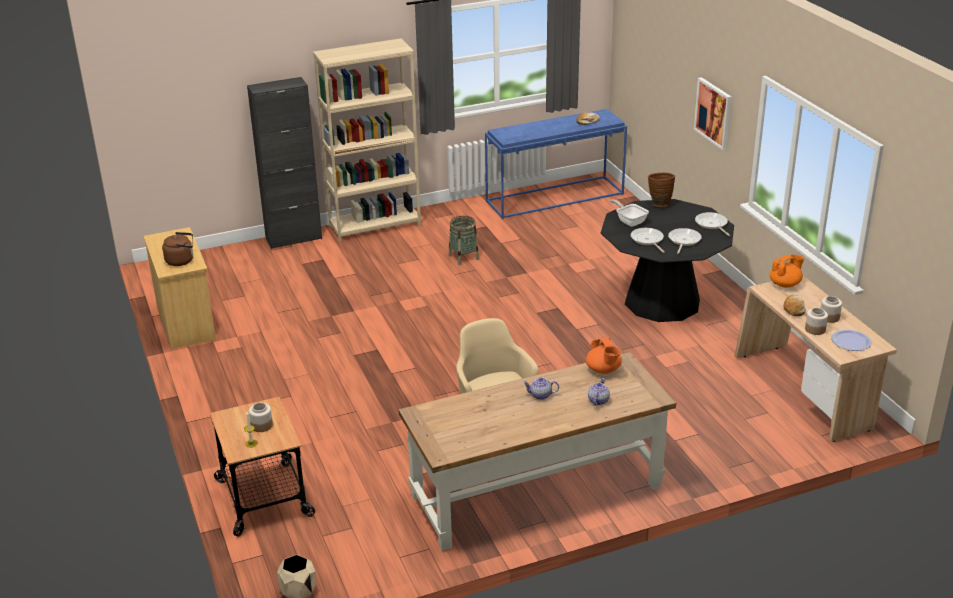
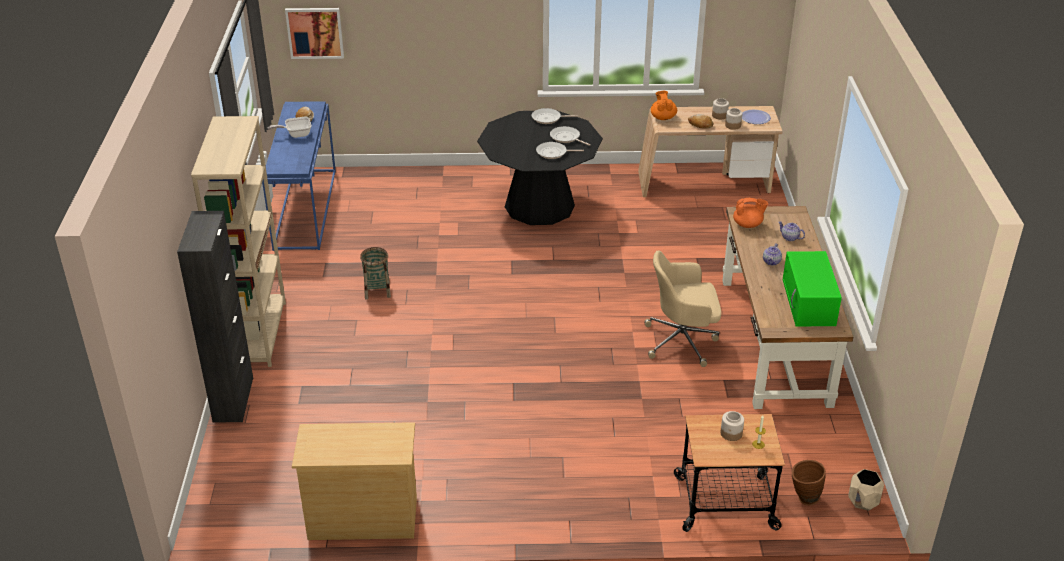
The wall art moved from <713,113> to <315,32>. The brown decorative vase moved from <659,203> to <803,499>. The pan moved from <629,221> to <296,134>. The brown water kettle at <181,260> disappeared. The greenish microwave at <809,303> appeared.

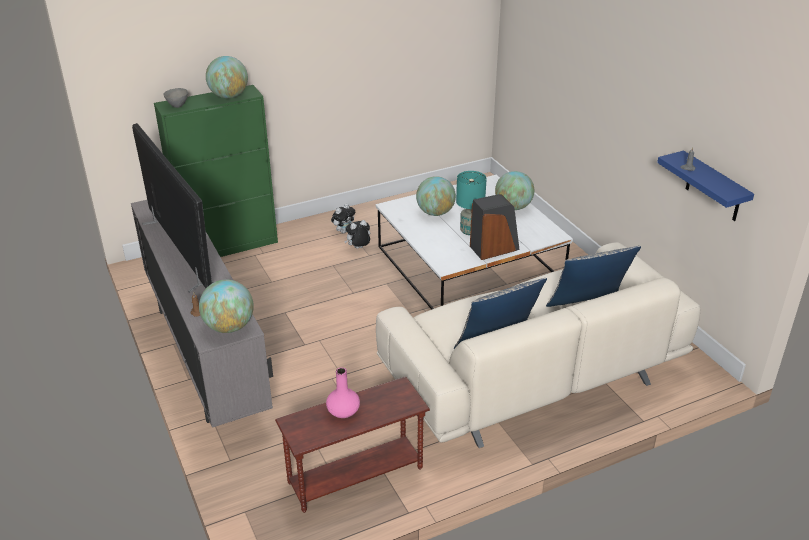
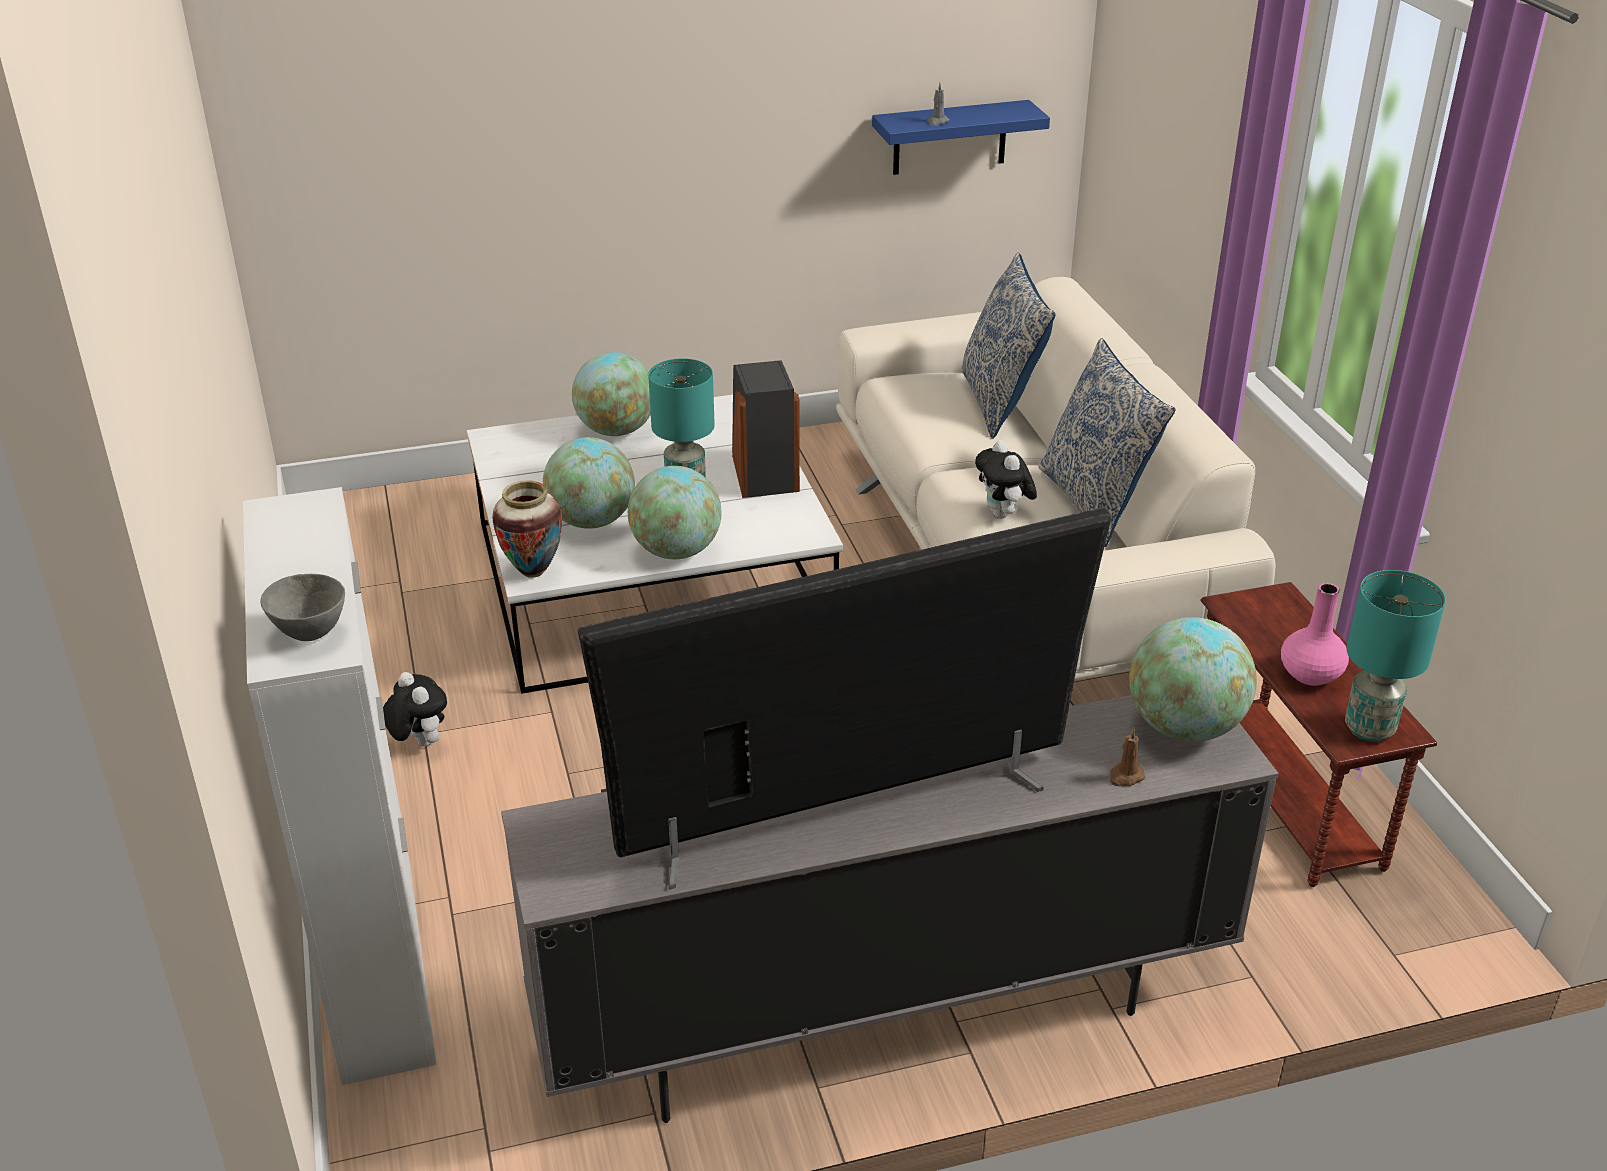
The globe moved from <229,96> to <676,551>. The greenish cupboard at <229,246> became the white-coloured cupboard at <378,966>. The plush toy moved from <358,248> to <1003,515>. The decorative vase at <533,572> appeared. The turquoise table lamp at <1368,728> appeared.

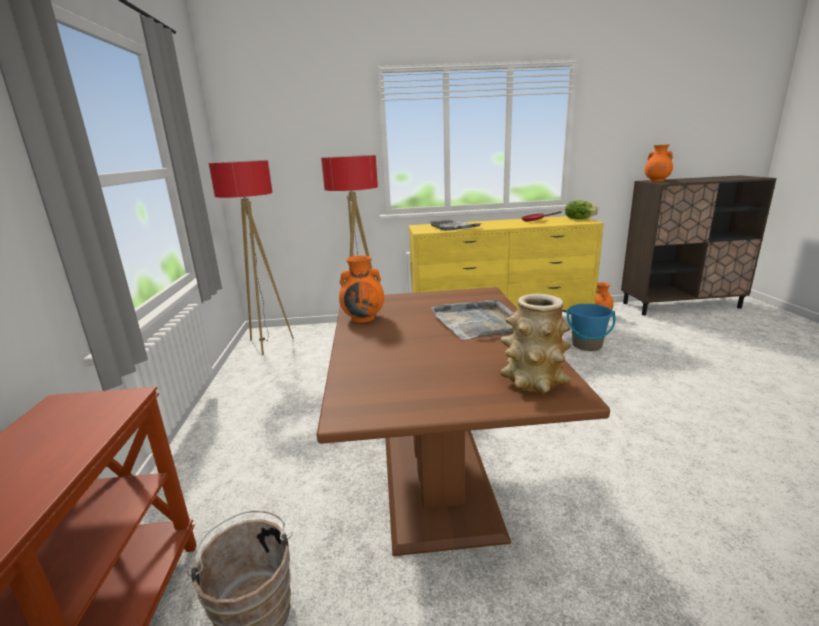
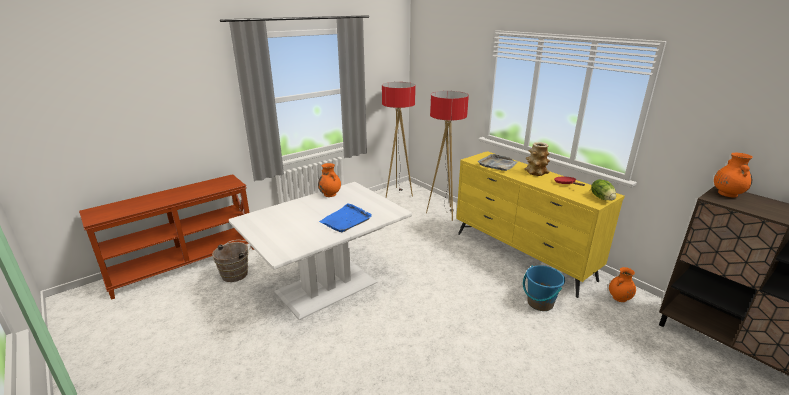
The brown dinner table at <439,479> became the white-coloured dinner table at <327,287>. The decorative vase moved from <533,381> to <535,173>. The grey carrying tray at <477,322> became the bluish carrying tray at <346,220>.

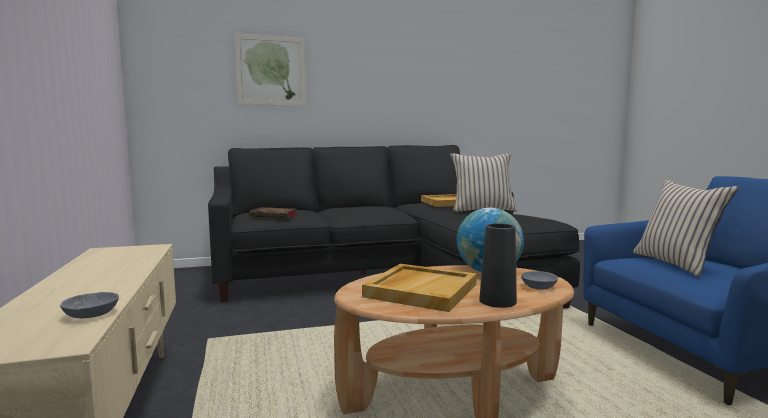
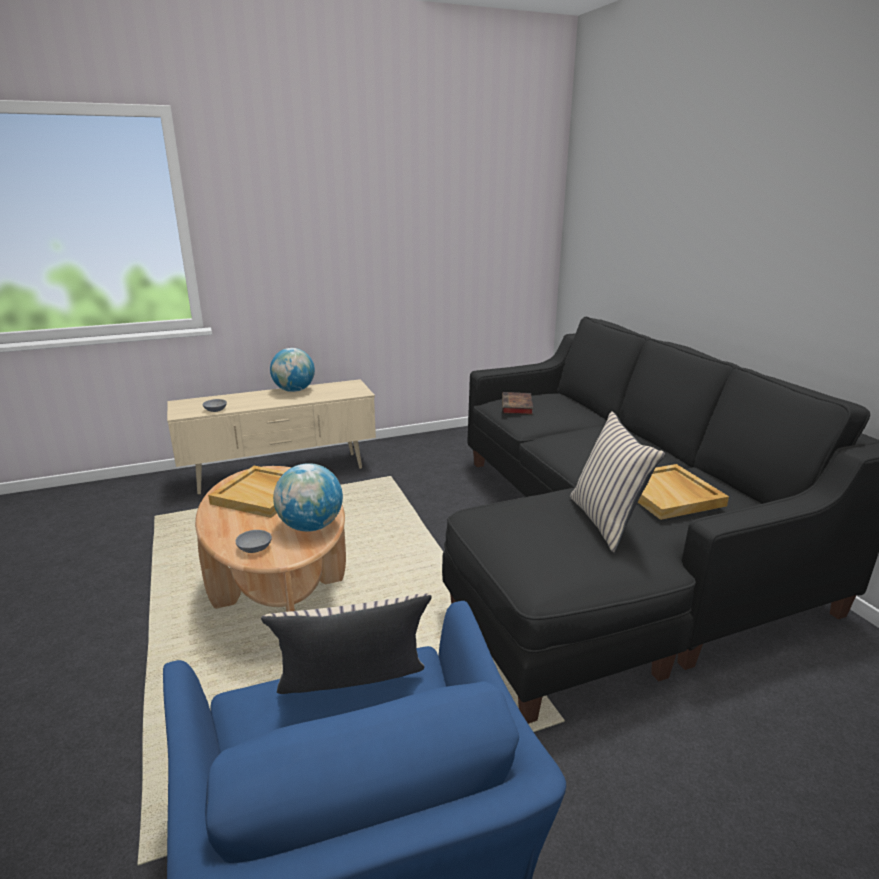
The wall art at <271,70> disappeared. The black-coloured decorative vase at <497,301> disappeared. The globe at <294,390> appeared.

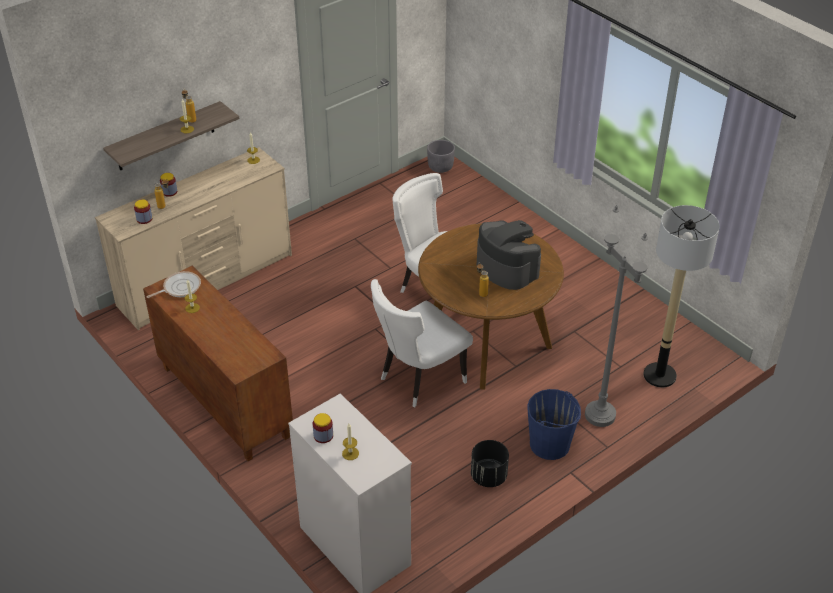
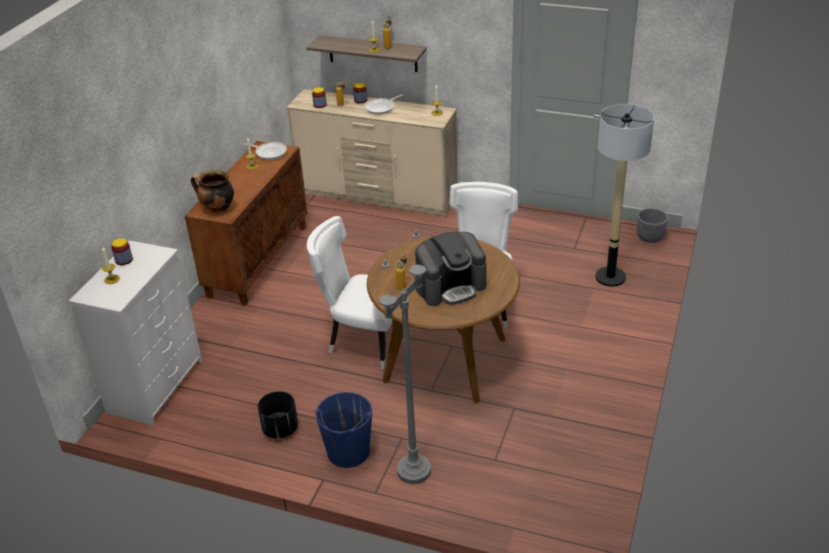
The standing lamp moved from <660,375> to <610,277>. The coffee maker at <506,268> turned 45 degrees clockwise. The pan at <381,108> appeared. The stockpot at <217,209> appeared.

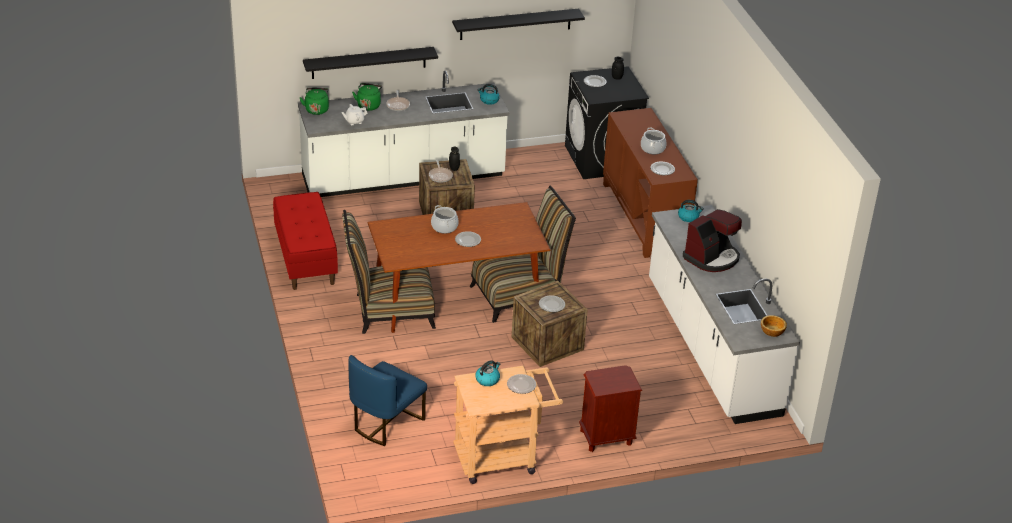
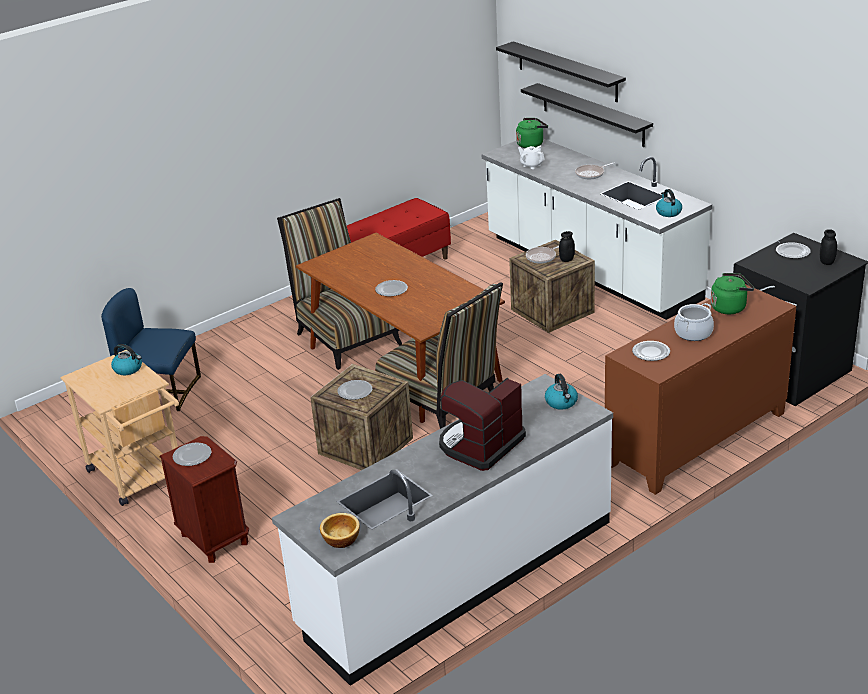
The black-coloured shelf moved from <515,24> to <567,71>. The greenish water kettle moved from <369,105> to <730,307>. The stockpot at <444,227> disappeared. The coffee maker at <712,258> turned 105 degrees clockwise. The flat dish moved from <521,385> to <192,455>.

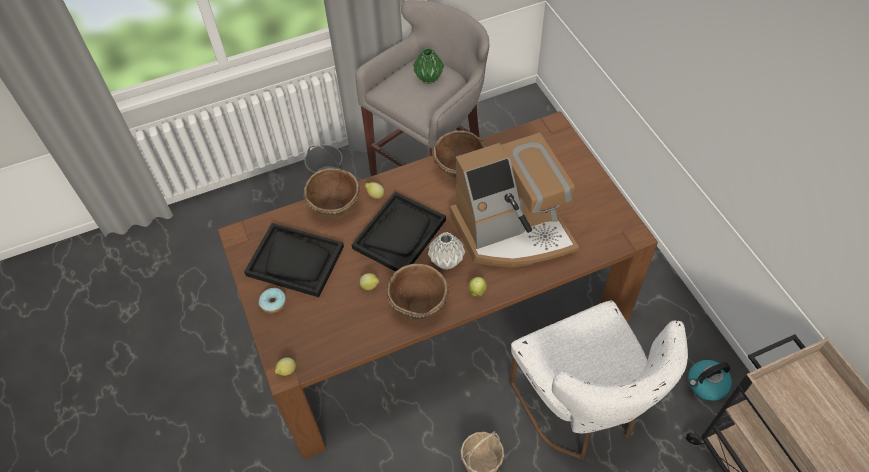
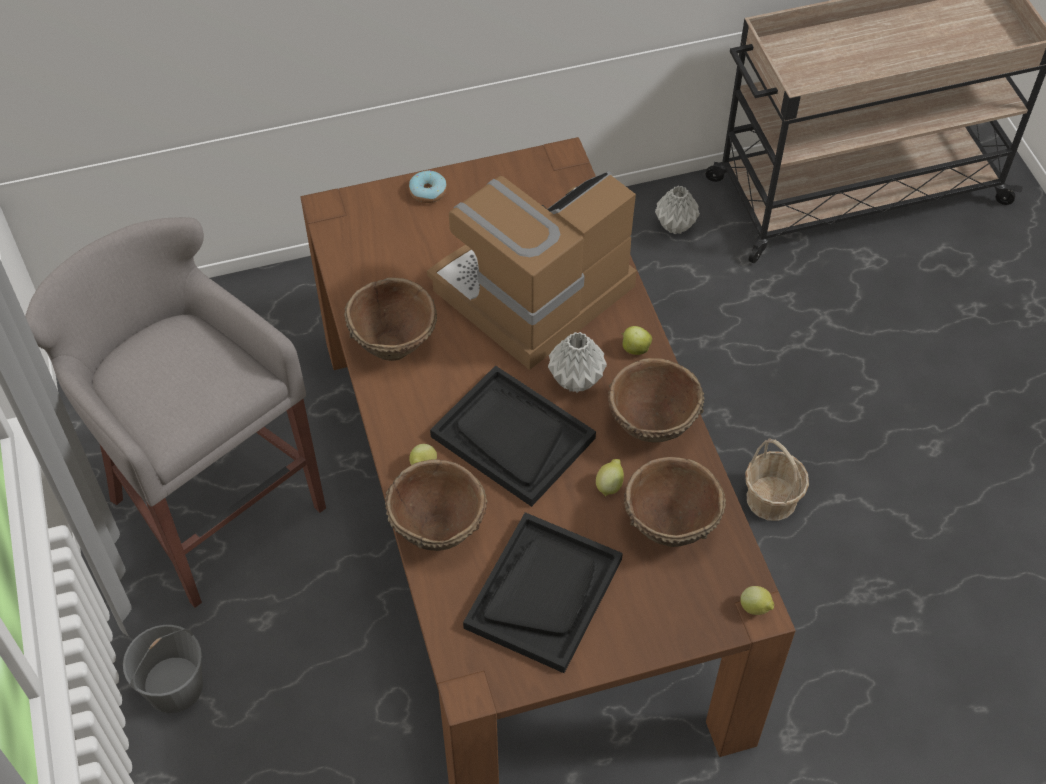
The greenish decorative vase at <429,78> disappeared. The coffee maker at <512,231> turned 120 degrees counterclockwise. The donut moved from <273,303> to <428,192>. The white-coloured upright chair at <582,409> disappeared. The water kettle at <706,384> was replaced by the grey decorative vase at <676,225>. The brown serving bowl at <669,524> appeared.

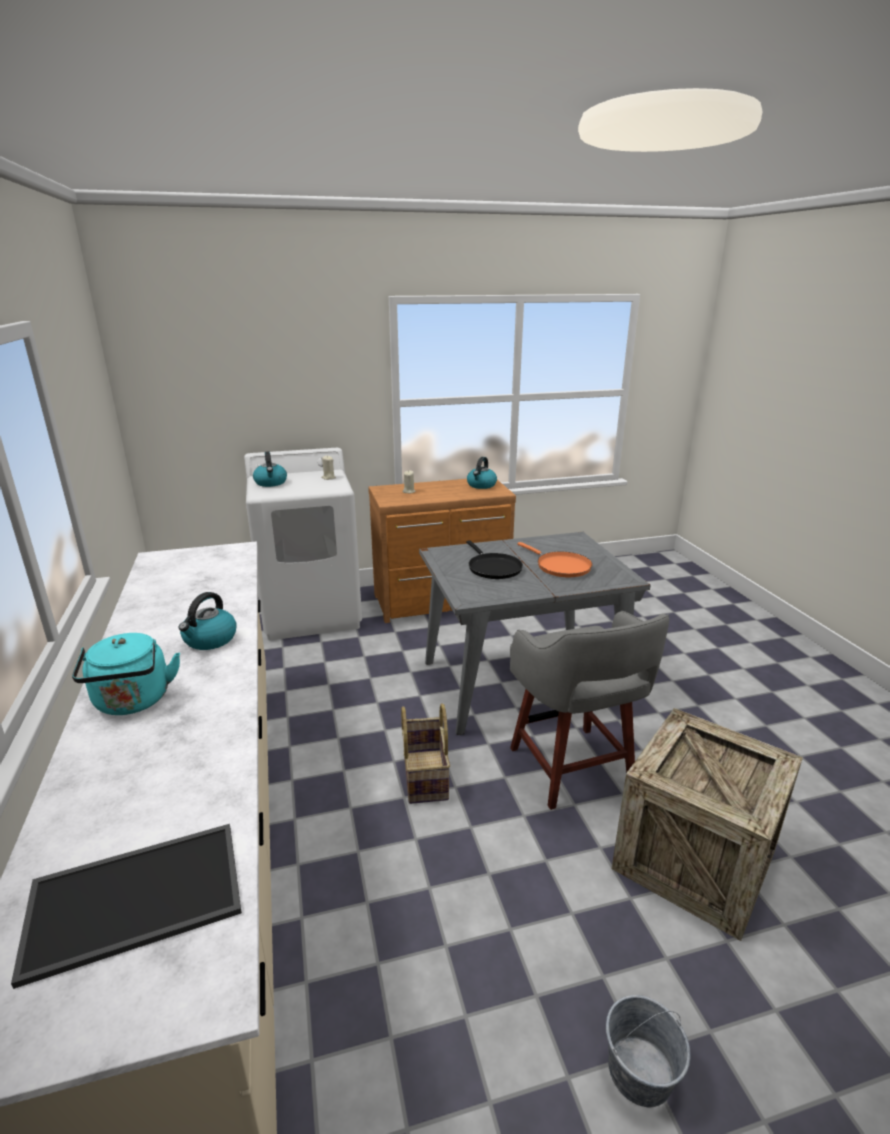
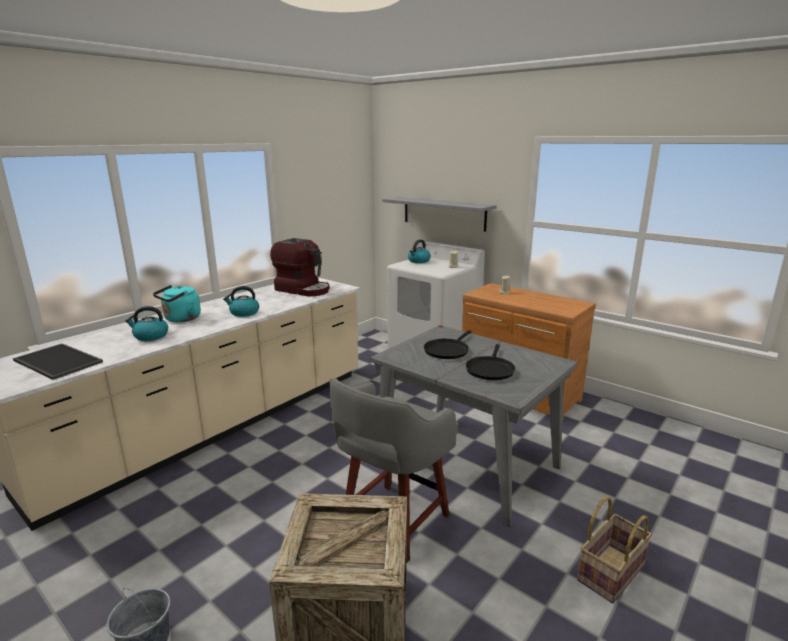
The water kettle moved from <481,485> to <150,336>. The orange pan at <560,566> became the black-coloured pan at <490,369>. The storage basket moved from <424,775> to <610,572>. The grey shelf at <443,213> appeared. The coffee maker at <303,289> appeared.

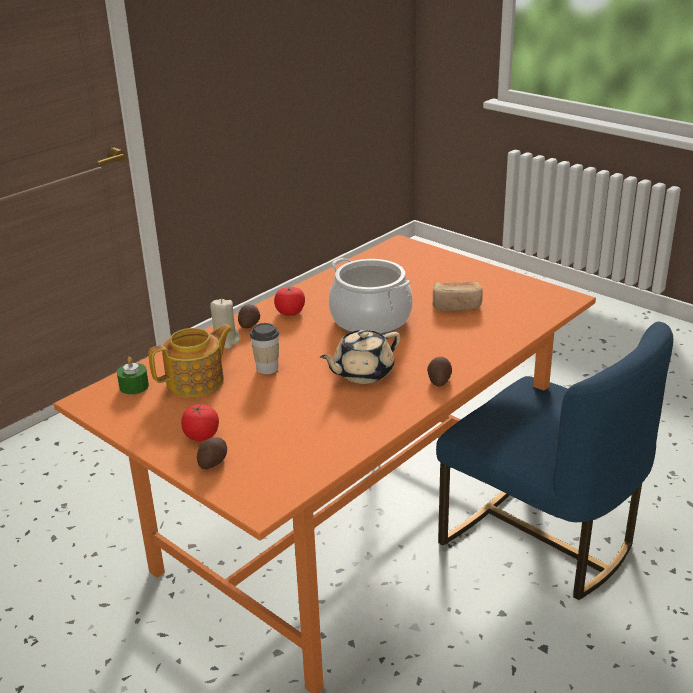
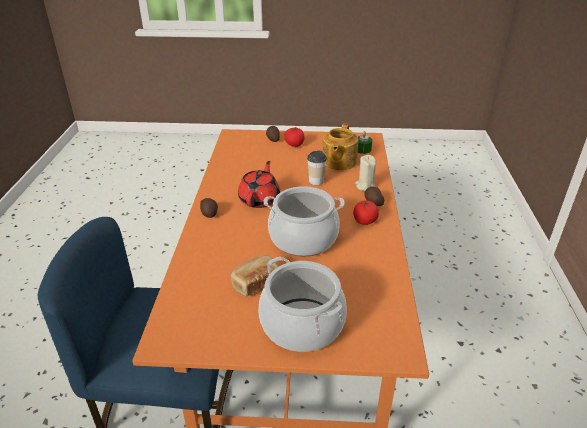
The sand-coloured pot for tea at <362,373> became the red-coloured pot for tea at <260,199>. The stockpot at <302,325> appeared.

